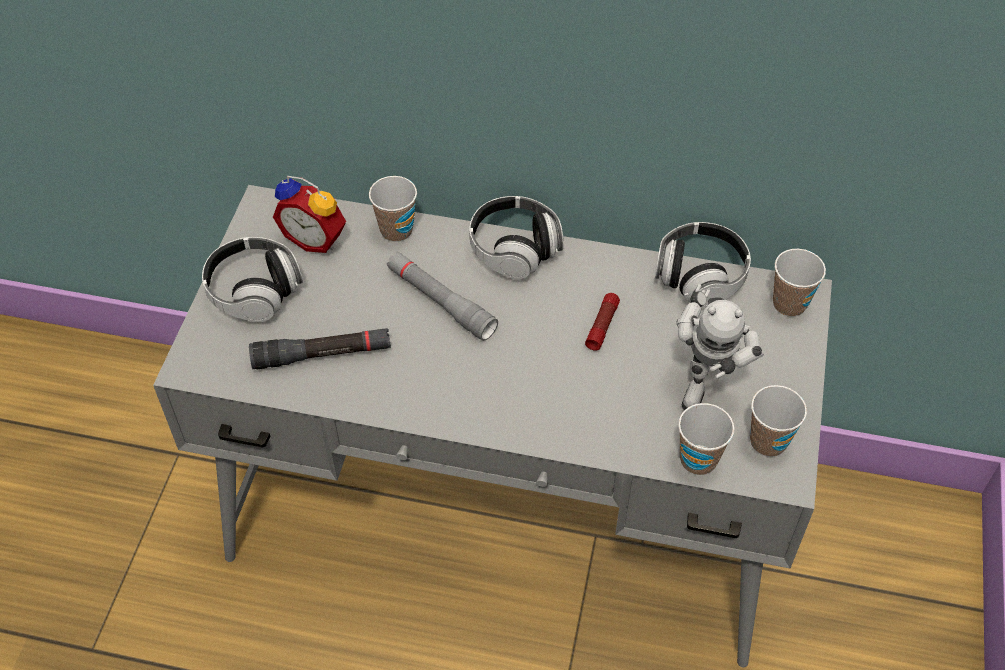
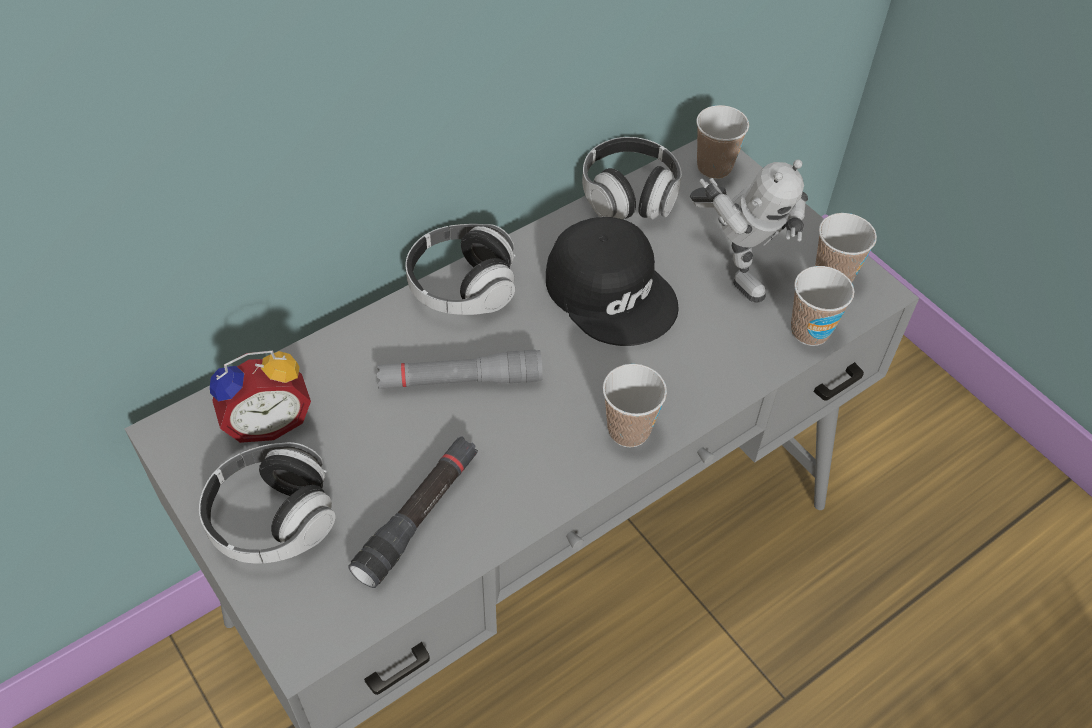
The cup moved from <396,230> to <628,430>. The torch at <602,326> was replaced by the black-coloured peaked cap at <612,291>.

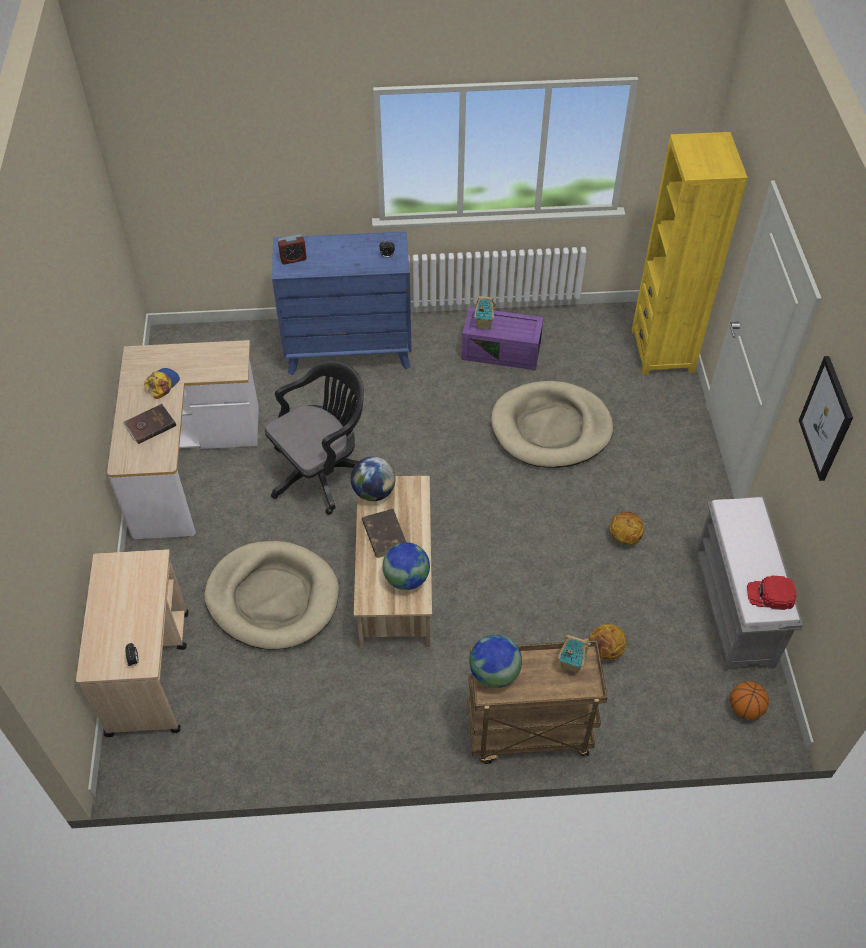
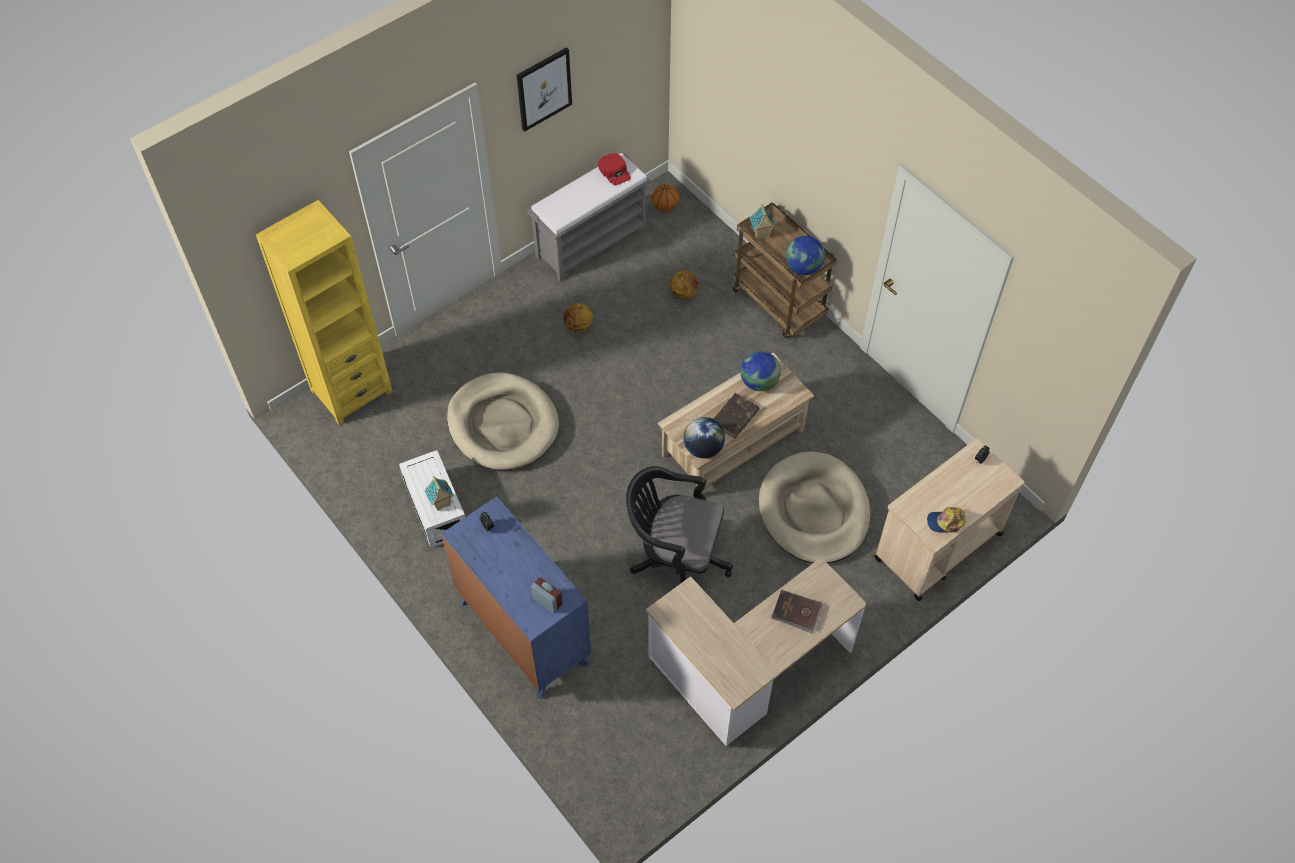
The purple-coloured storage container at <502,350> became the white-coloured storage container at <434,508>. The peaked cap moved from <162,384> to <945,522>.

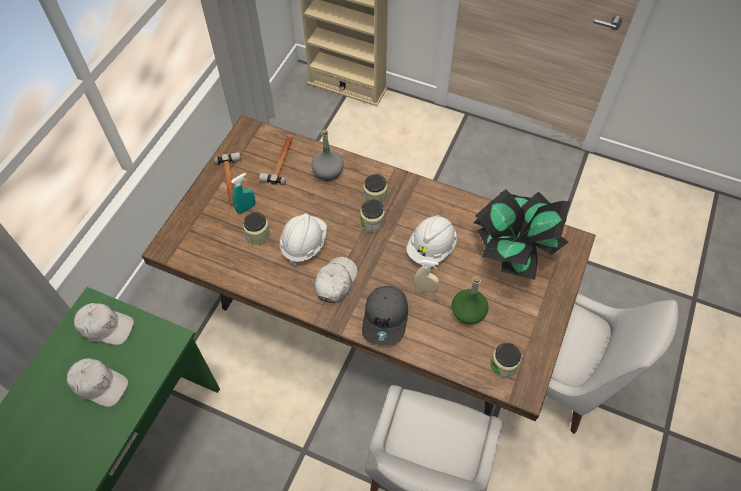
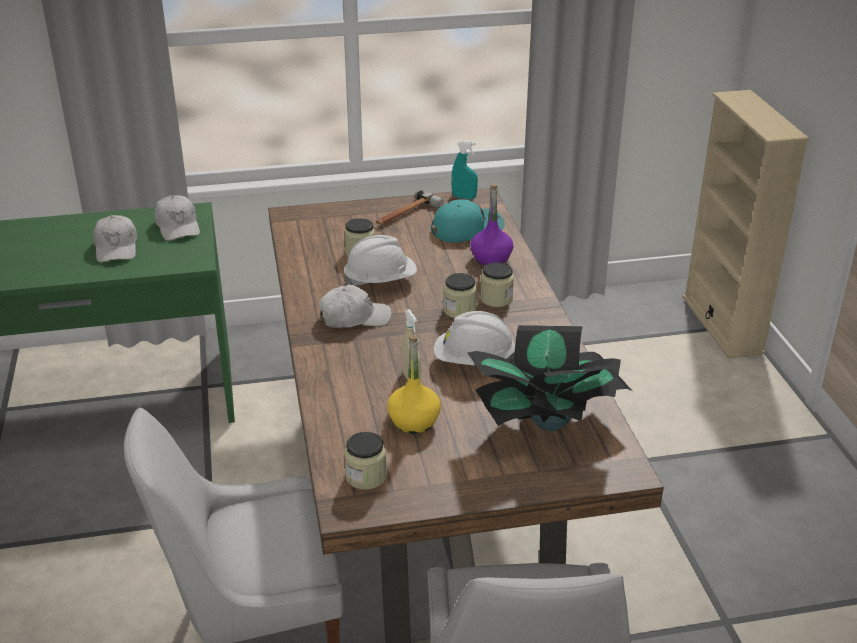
The grey beverage bottle at <328,171> became the purple-coloured beverage bottle at <491,259>. The hammer at <280,161> was replaced by the turquoise peaked cap at <467,229>. The turquoise sprayer moved from <246,208> to <464,197>. The greenish beverage bottle at <468,312> became the yellow-coloured beverage bottle at <414,421>. The grey peaked cap at <386,318> disappeared.

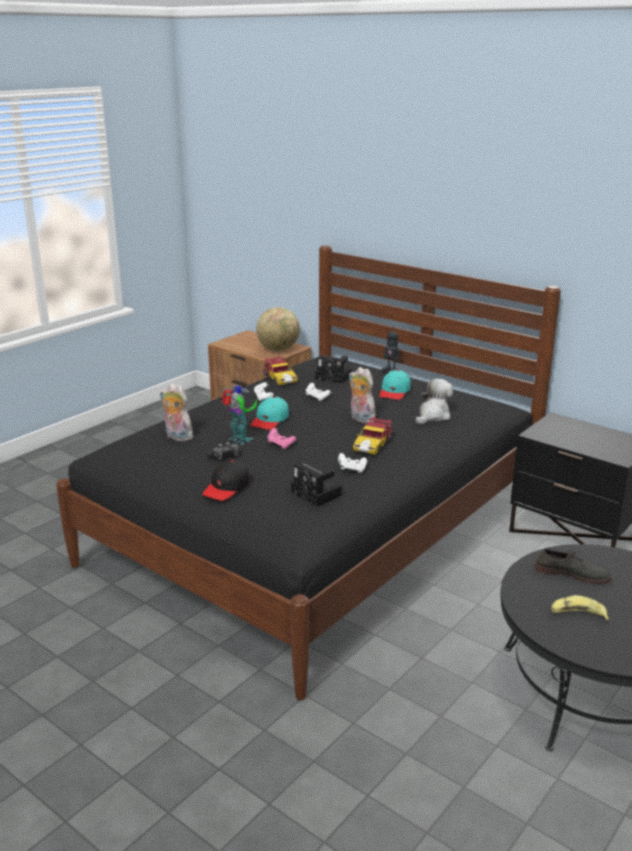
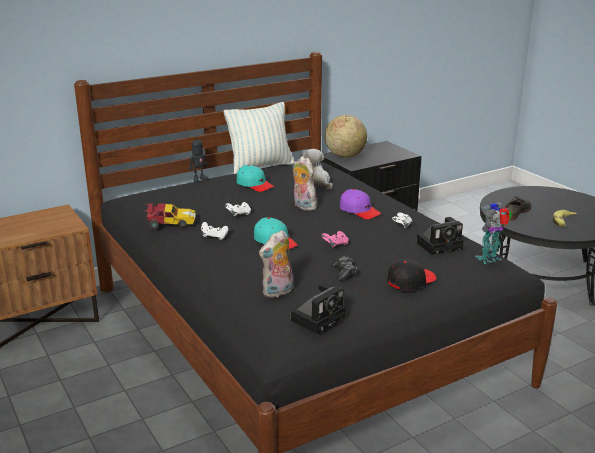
The globe moved from <278,349> to <345,156>. The photo camera moved from <335,377> to <319,317>. The plush toy at <360,419> turned 75 degrees clockwise. The model robot moved from <240,440> to <490,259>. The miniature car at <373,445> was replaced by the purple-coloured peaked cap at <359,211>. The black-coloured peaked cap at <227,487> turned 90 degrees counterclockwise. The throw pillow at <260,166> appeared.

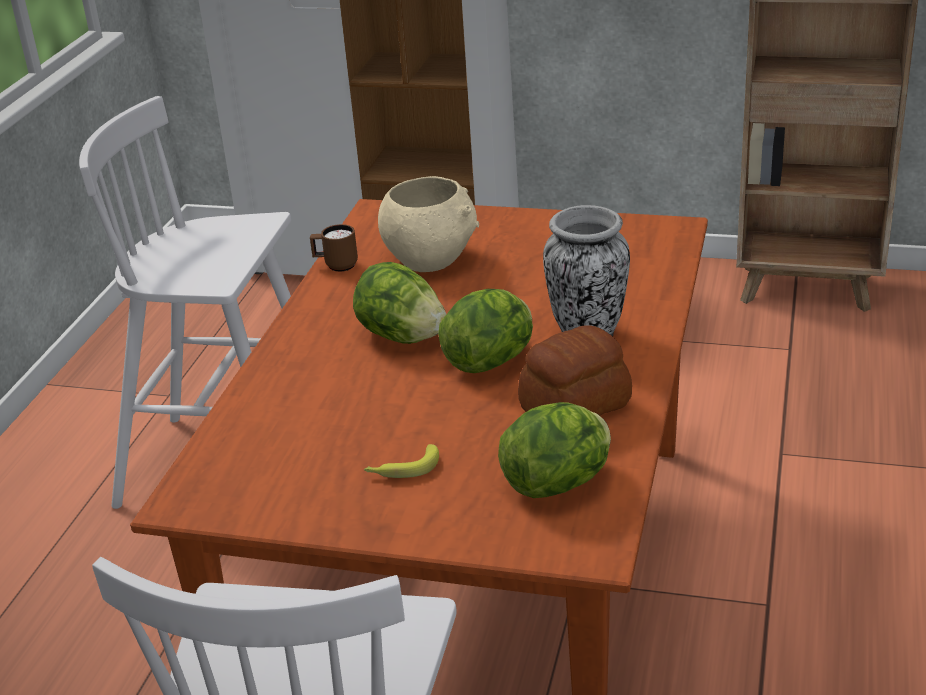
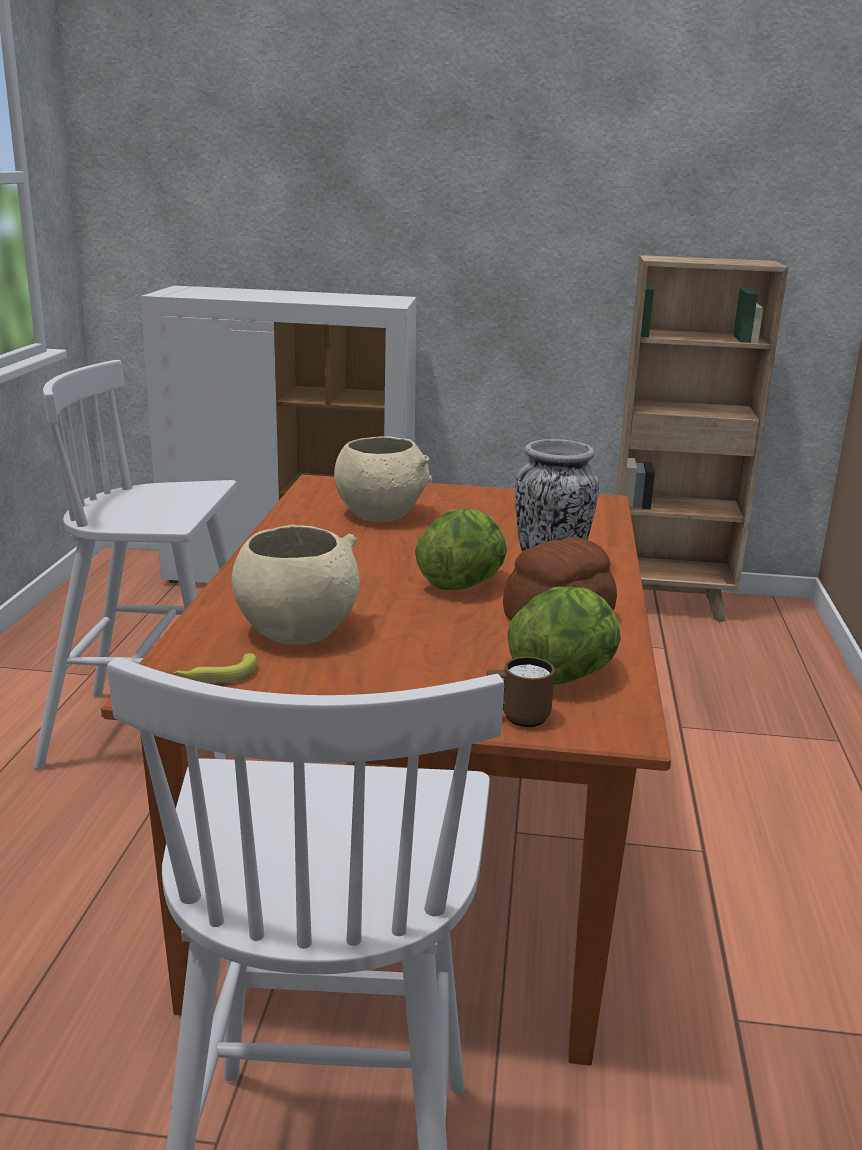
The brown coffee mug moved from <336,266> to <517,718>. The head of lettuce at <402,336> disappeared. The banana moved from <403,469> to <216,676>. The sand-coloured serving bowl at <296,631> appeared.

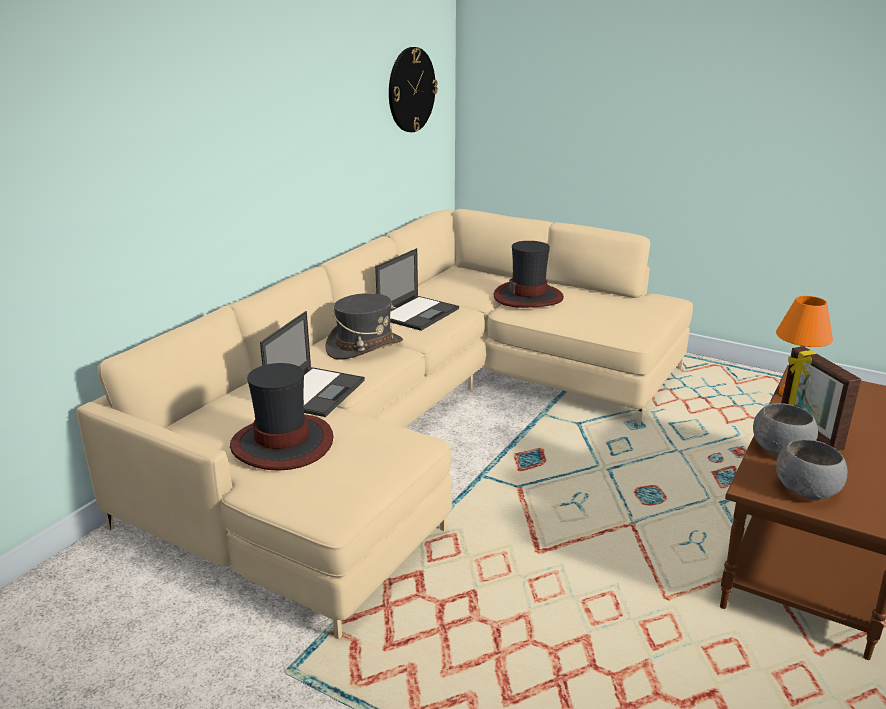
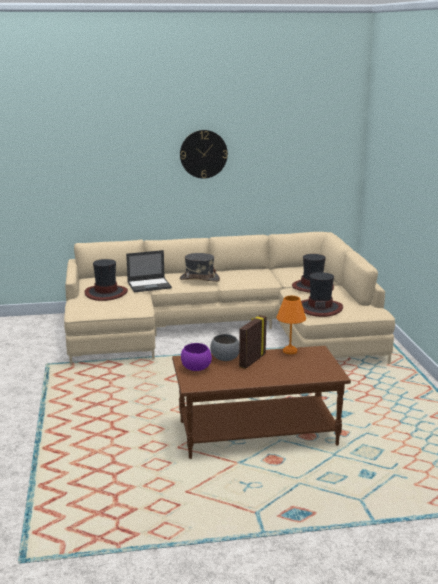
The wall clock moved from <411,90> to <203,154>. The laptop at <418,313> disappeared. The grey serving bowl at <807,491> became the purple-coloured serving bowl at <196,368>. The clothing hat at <320,308> appeared.

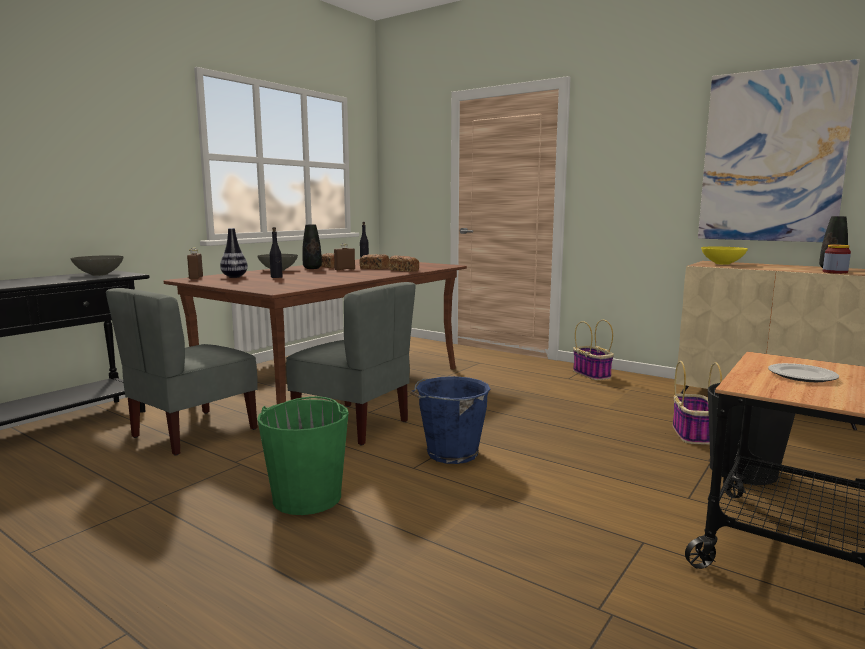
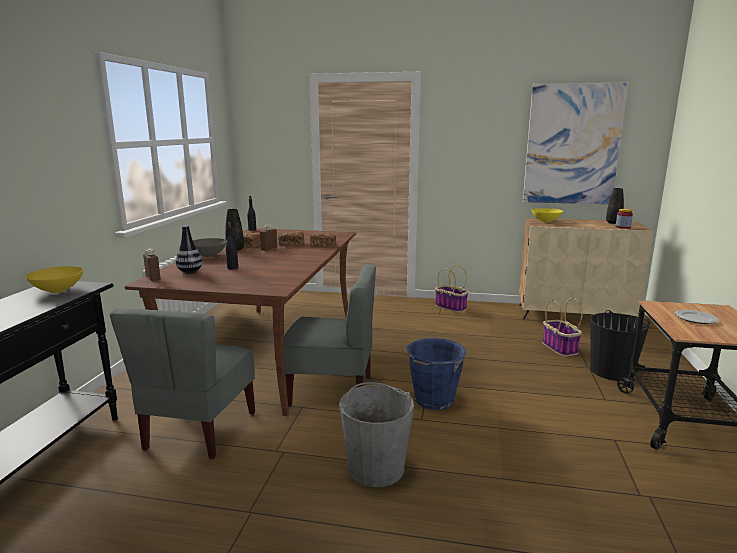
The grey serving bowl at <99,274> became the yellow-coloured serving bowl at <58,290>. The greenish water bucket at <307,497> became the grey water bucket at <376,468>.

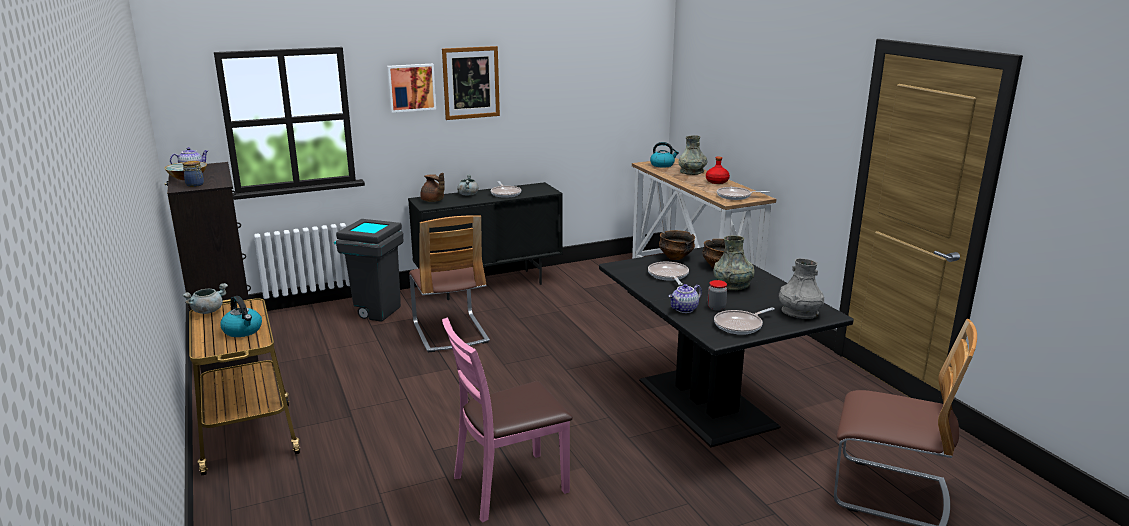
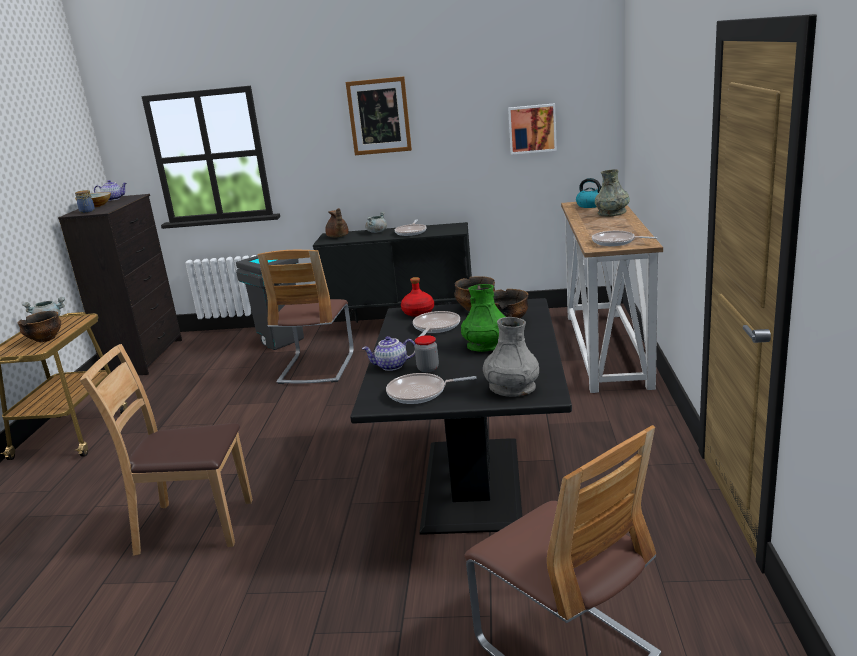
The wall art moved from <411,87> to <532,128>. The red-coloured beverage bottle moved from <716,181> to <418,312>. The grey decorative vase at <732,285> became the greenish decorative vase at <487,345>. The water kettle at <243,331> was replaced by the serving bowl at <45,339>. The pink-coloured upright chair at <509,485> became the brown upright chair at <194,526>.

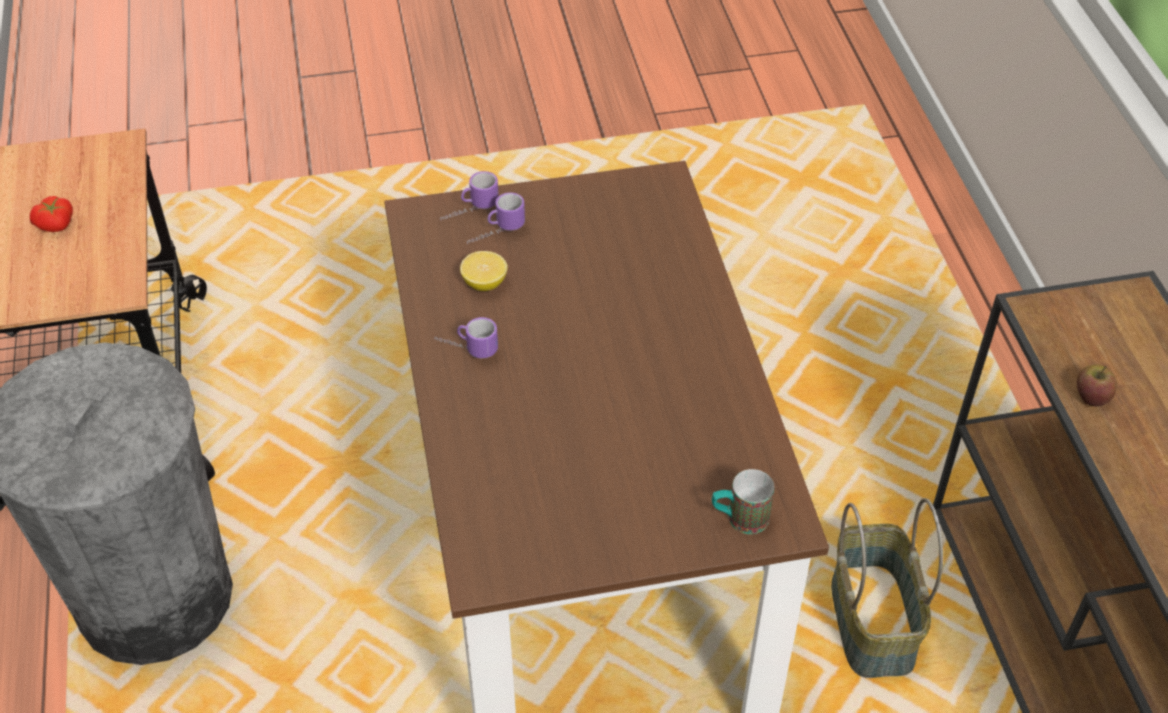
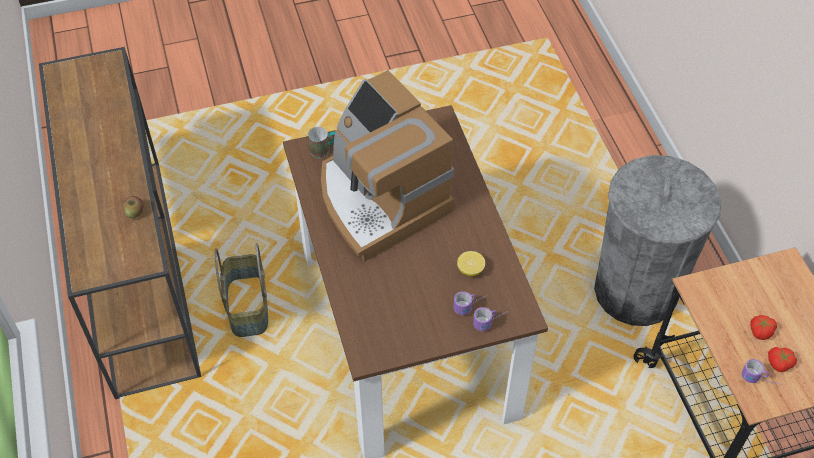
The coffee mug moved from <466,349> to <760,381>. The coffee maker at <379,199> appeared. The whole tomato at <779,364> appeared.

